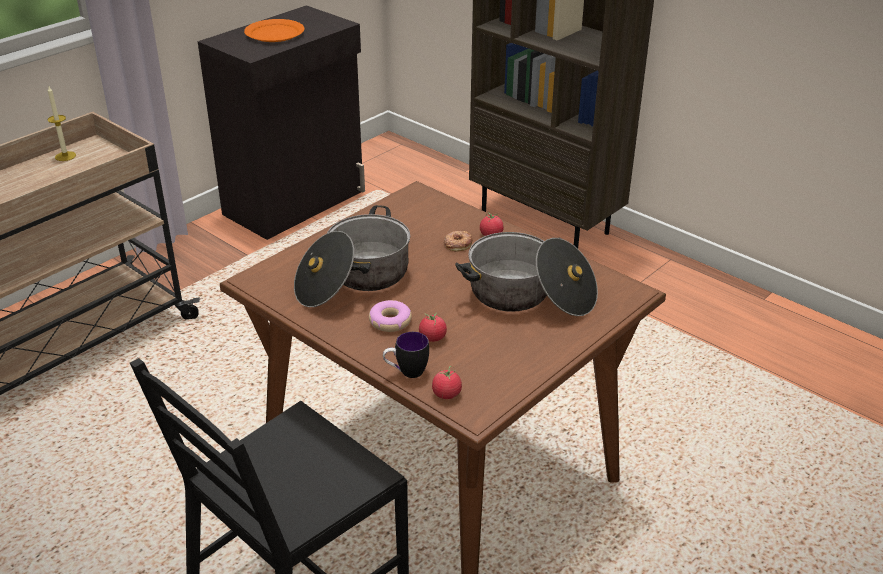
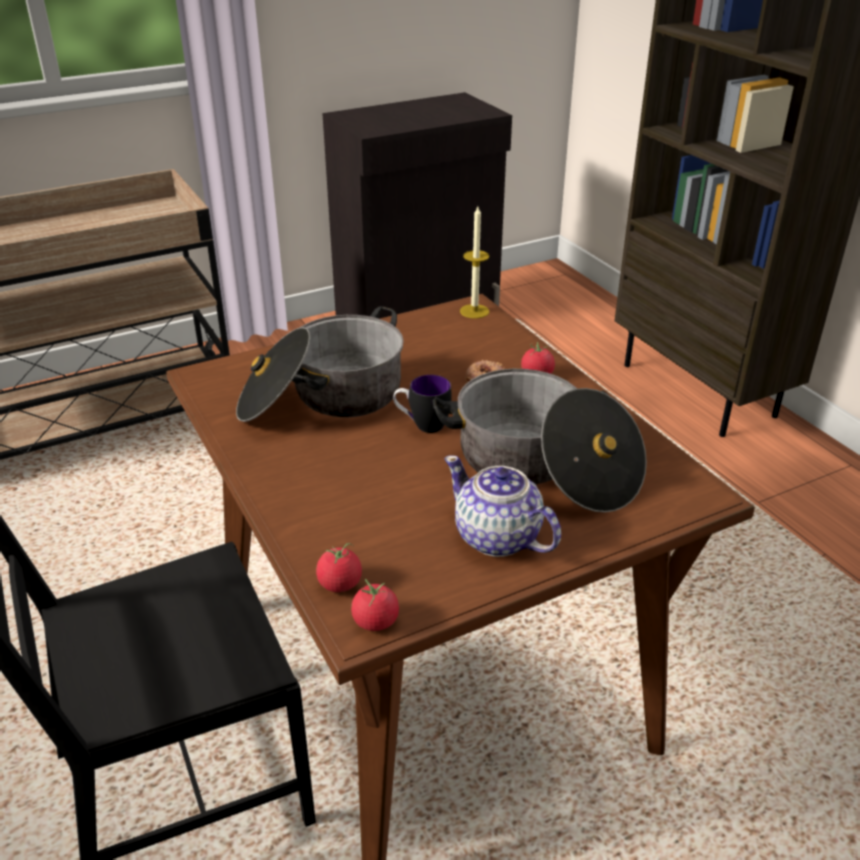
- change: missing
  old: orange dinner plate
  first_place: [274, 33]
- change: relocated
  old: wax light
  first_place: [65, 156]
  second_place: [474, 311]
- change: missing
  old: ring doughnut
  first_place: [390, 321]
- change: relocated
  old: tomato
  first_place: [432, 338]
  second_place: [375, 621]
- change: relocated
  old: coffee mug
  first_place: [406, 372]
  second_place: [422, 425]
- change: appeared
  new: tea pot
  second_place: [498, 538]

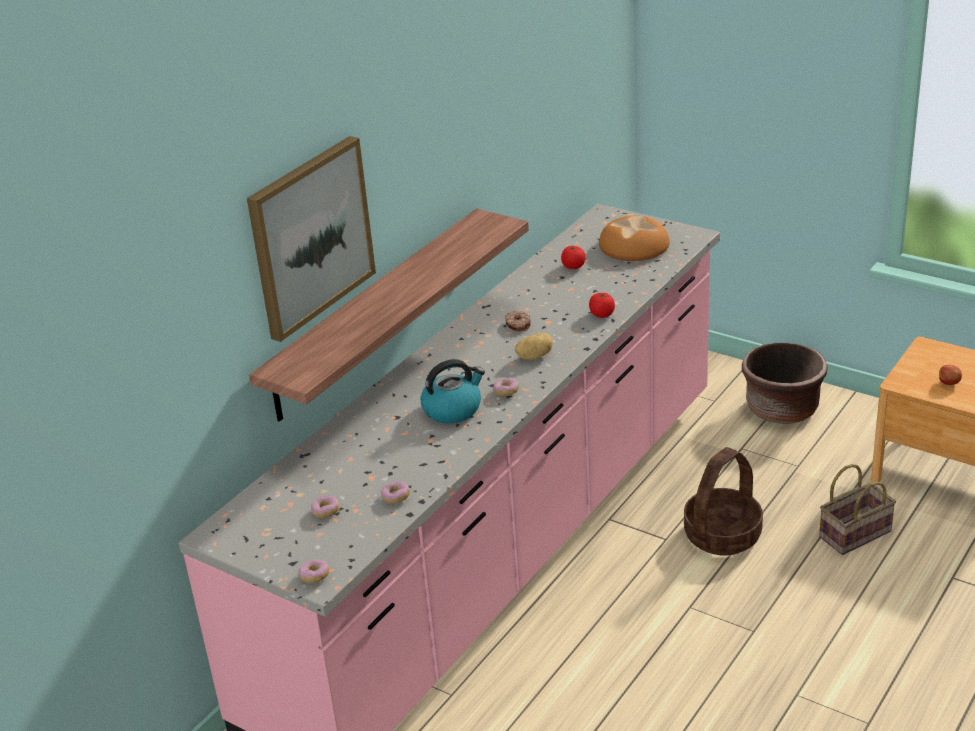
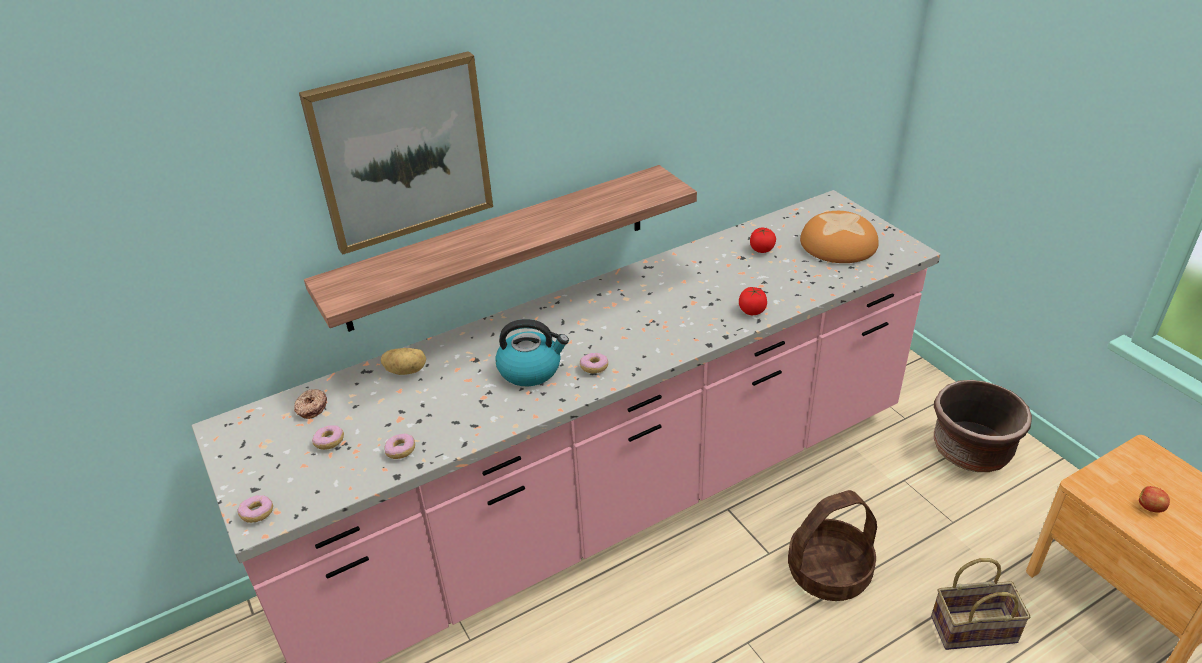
- change: relocated
  old: ring doughnut
  first_place: [518, 325]
  second_place: [311, 408]
- change: relocated
  old: potato
  first_place: [534, 356]
  second_place: [406, 370]

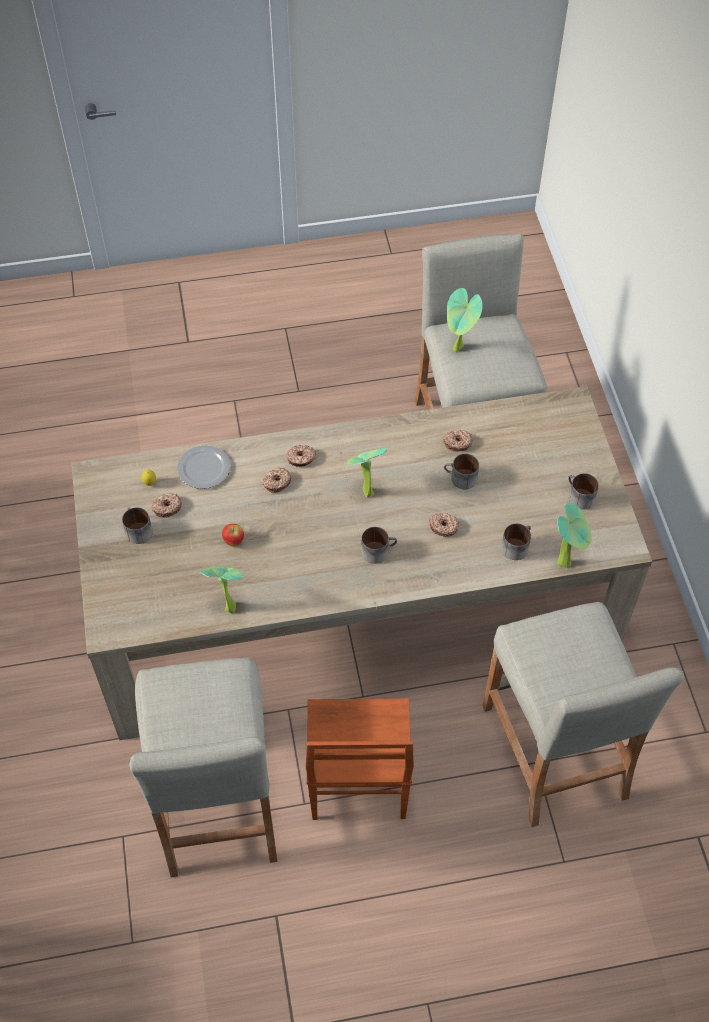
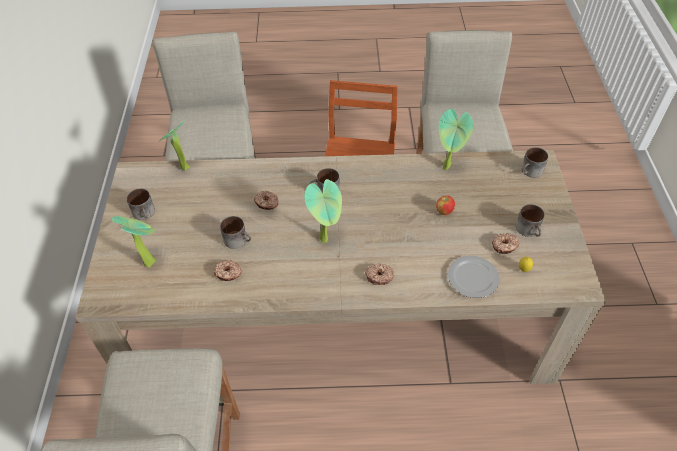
- change: relocated
  old: houseplant
  first_place: [458, 349]
  second_place: [150, 260]
- change: missing
  old: ring doughnut
  first_place: [277, 482]
- change: relocated
  old: coffee mug
  first_place: [516, 546]
  second_place: [530, 172]

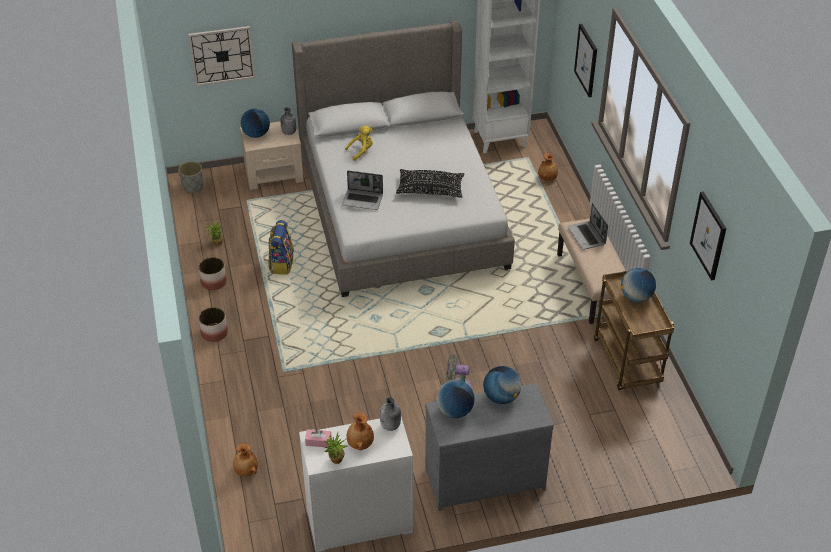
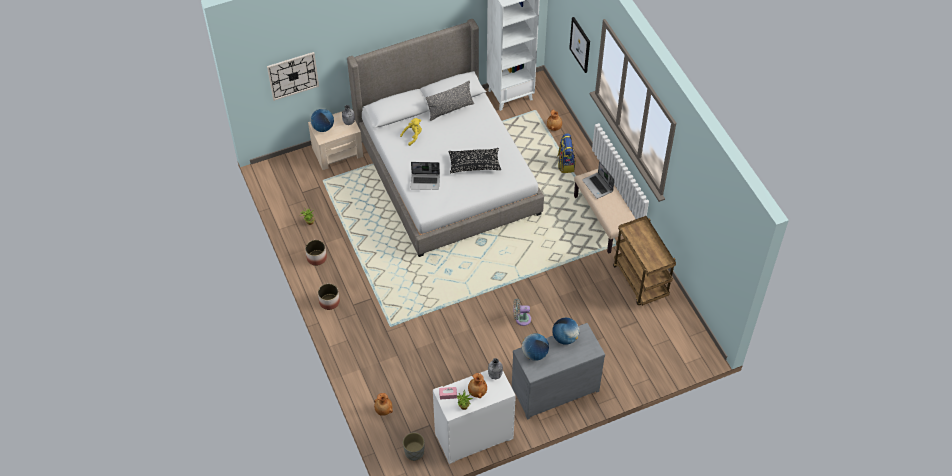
- change: relocated
  old: gray planter
  first_place: [192, 187]
  second_place: [414, 452]
- change: missing
  old: picture
  first_place: [709, 235]
- change: relocated
  old: knapsack
  first_place: [281, 263]
  second_place: [565, 164]
- change: missing
  old: globe
  first_place: [636, 297]
- change: appeared
  new: gray pillow
  second_place: [450, 109]

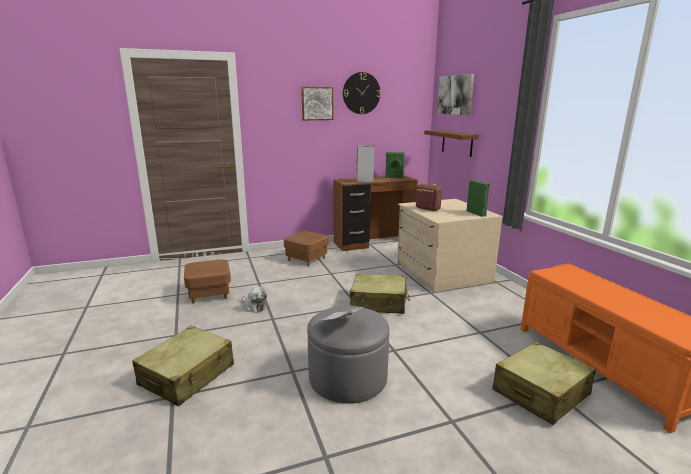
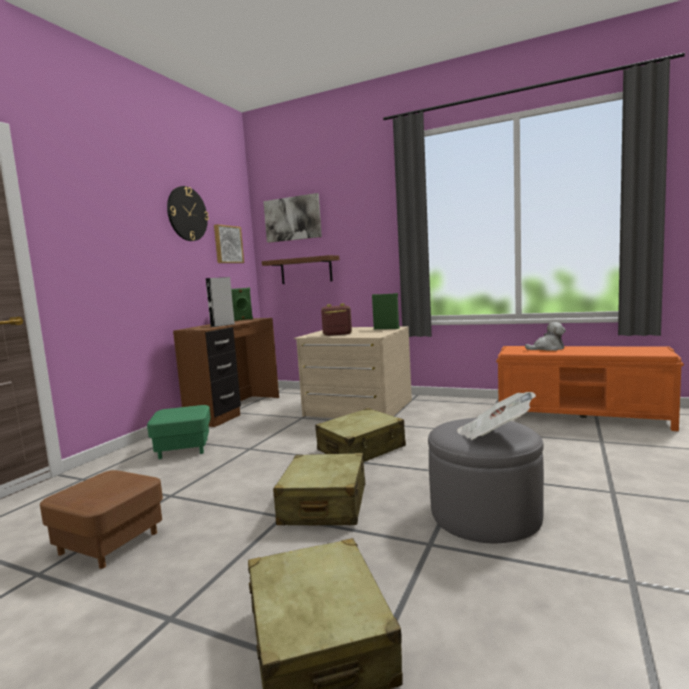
- change: relocated
  old: picture
  first_place: [317, 103]
  second_place: [227, 244]
- change: colour
  old: brownish footrest
  new: greenish footrest
  first_place: [306, 259]
  second_place: [183, 448]
- change: relocated
  old: soft toy
  first_place: [254, 307]
  second_place: [547, 349]
- change: relocated
  old: sand-coloured piece of luggage
  first_place: [540, 393]
  second_place: [324, 505]

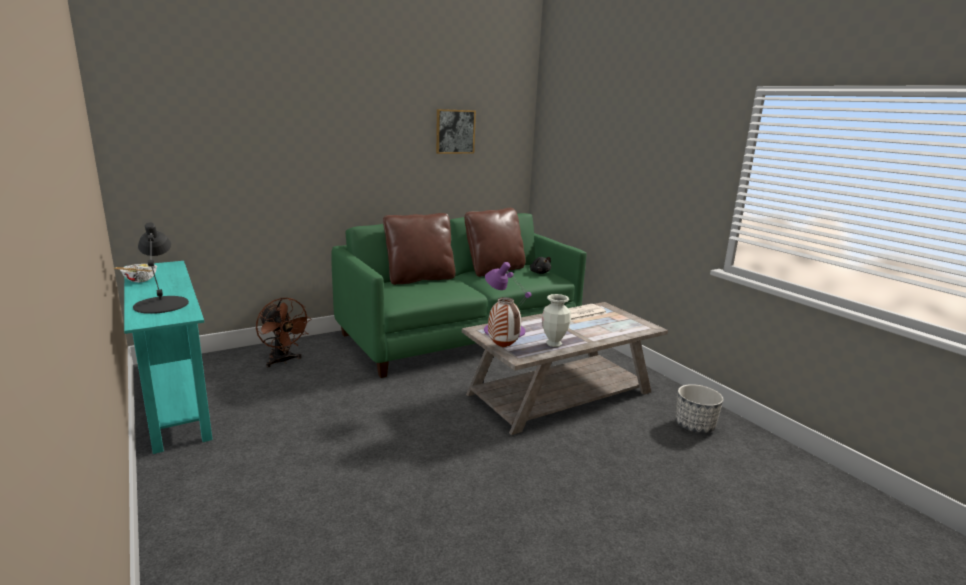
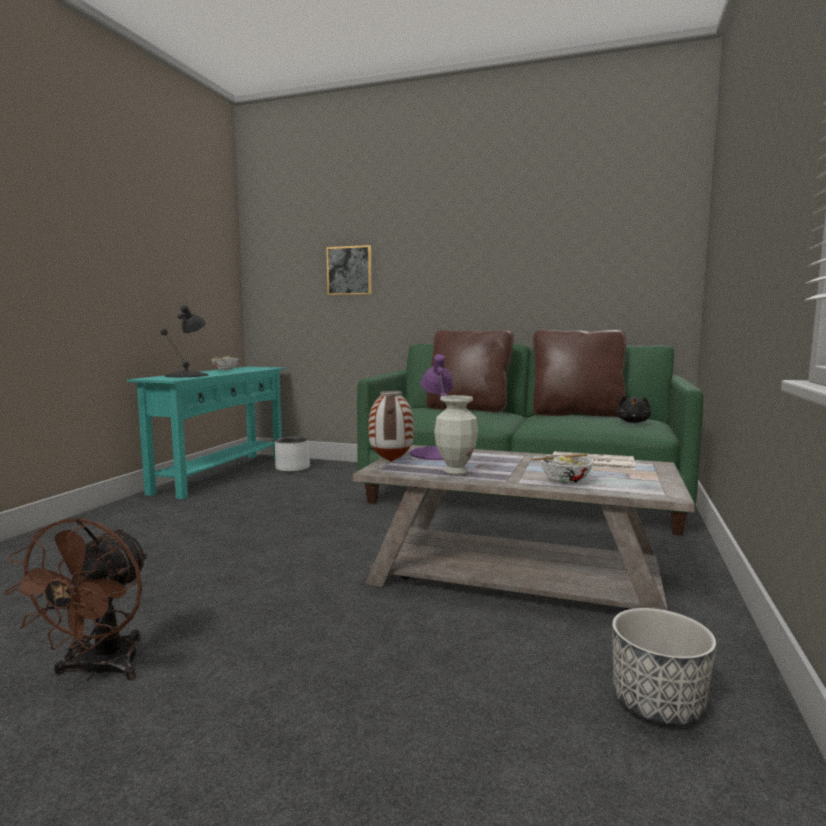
- change: relocated
  old: picture
  first_place: [455, 131]
  second_place: [349, 270]
- change: relocated
  old: brownish cooling fan
  first_place: [283, 361]
  second_place: [99, 671]
- change: appeared
  new: gray planter
  second_place: [293, 468]
- change: appeared
  new: serving bowl
  second_place: [564, 481]

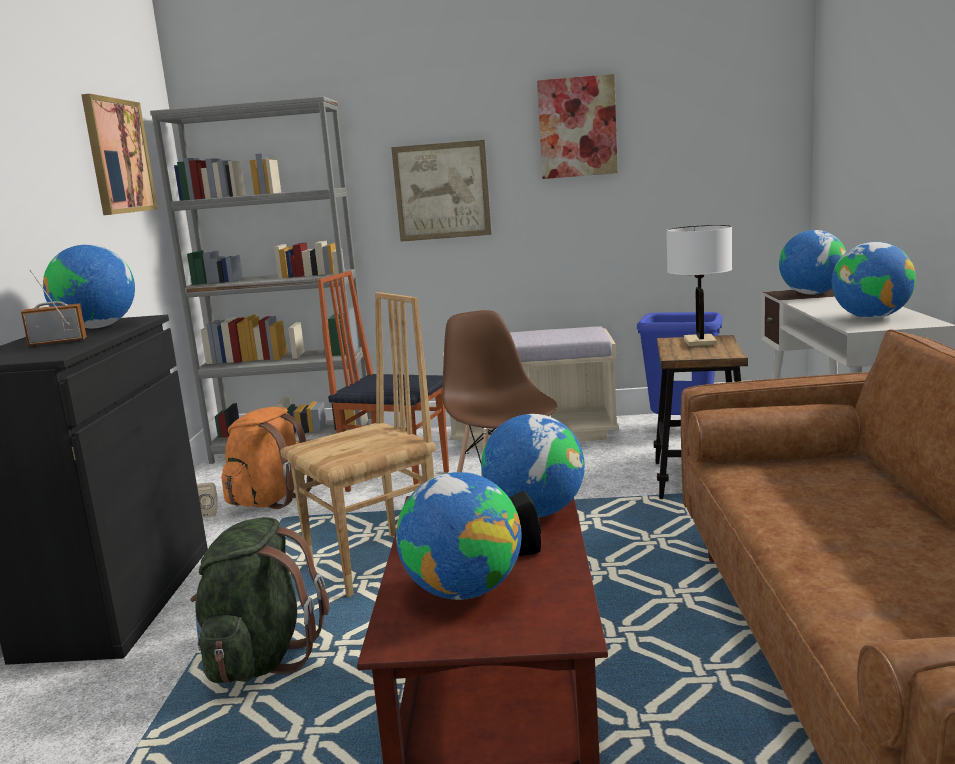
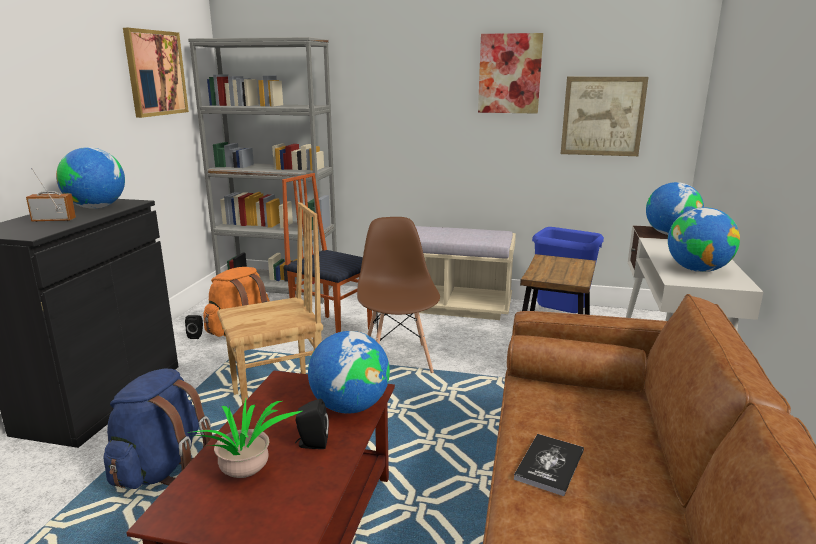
- change: relocated
  old: picture
  first_place: [442, 191]
  second_place: [602, 116]
- change: missing
  old: white table lamp
  first_place: [699, 341]
- change: exchanged
  old: globe
  new: houseplant
  first_place: [463, 591]
  second_place: [246, 475]
- change: colour
  old: sand-coloured audio speaker
  new: black audio speaker
  first_place: [210, 513]
  second_place: [196, 335]
- change: colour
  old: greenish knapsack
  new: blue-coloured knapsack
  first_place: [260, 658]
  second_place: [161, 468]
- change: appeared
  new: book
  second_place: [549, 465]

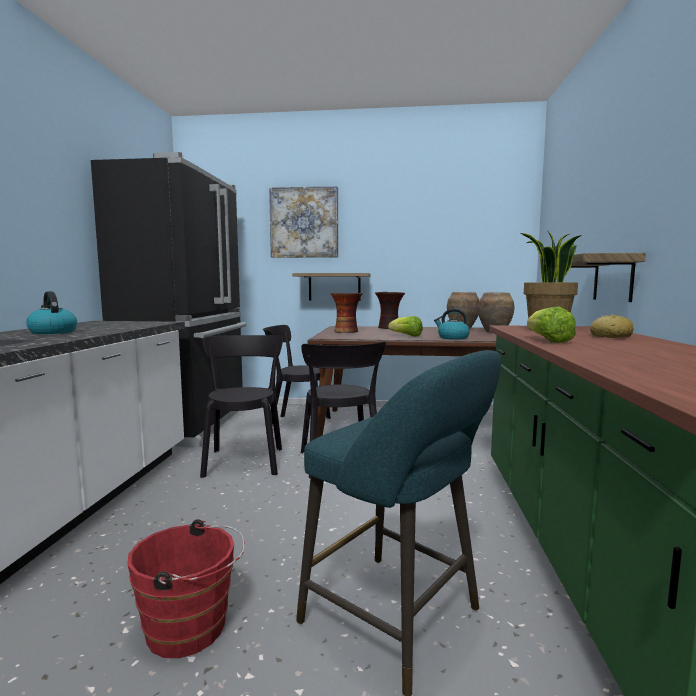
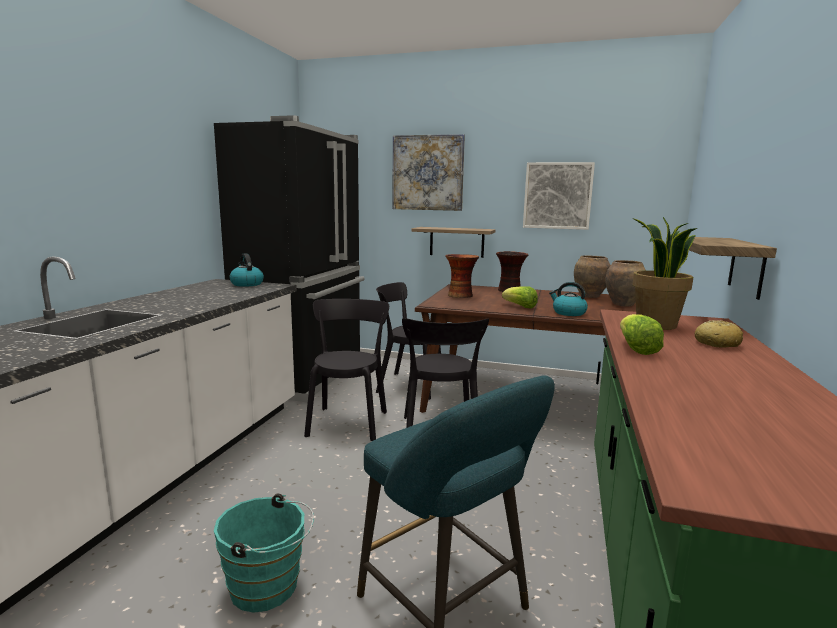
- change: relocated
  old: kettle
  first_place: [52, 332]
  second_place: [246, 284]
- change: colour
  old: red water bucket
  new: turquoise water bucket
  first_place: [193, 629]
  second_place: [269, 588]
- change: appeared
  new: picture
  second_place: [557, 196]

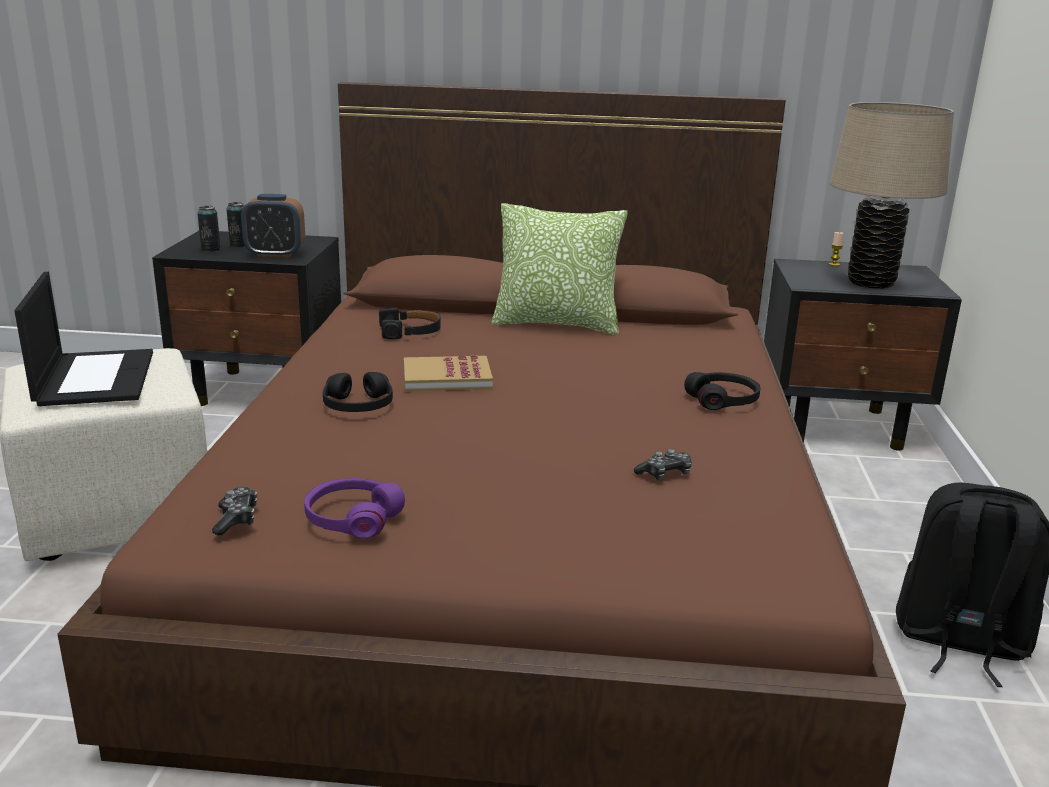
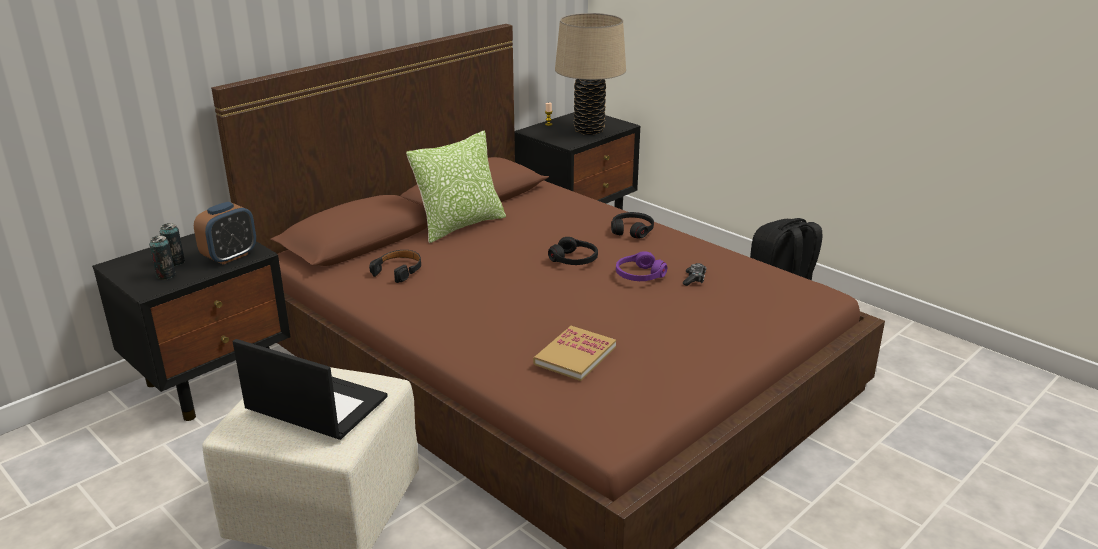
- change: relocated
  old: book
  first_place: [447, 378]
  second_place: [575, 356]
- change: relocated
  old: black headphones
  first_place: [358, 406]
  second_place: [574, 260]
- change: relocated
  old: purple-coloured headphones
  first_place: [352, 519]
  second_place: [639, 275]
- change: missing
  old: joypad
  first_place: [236, 519]

